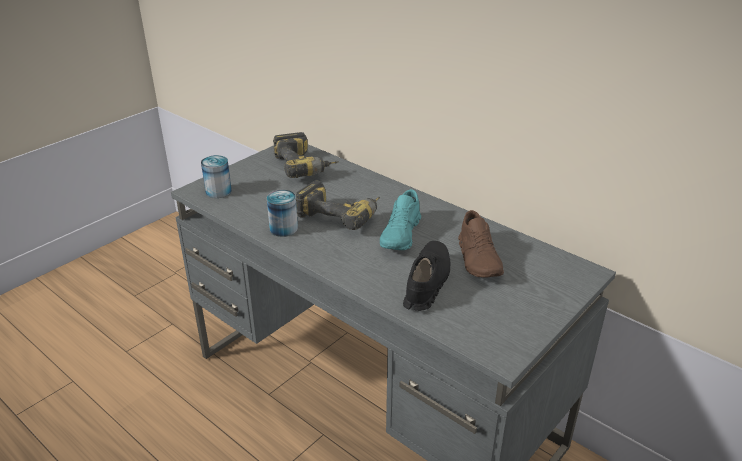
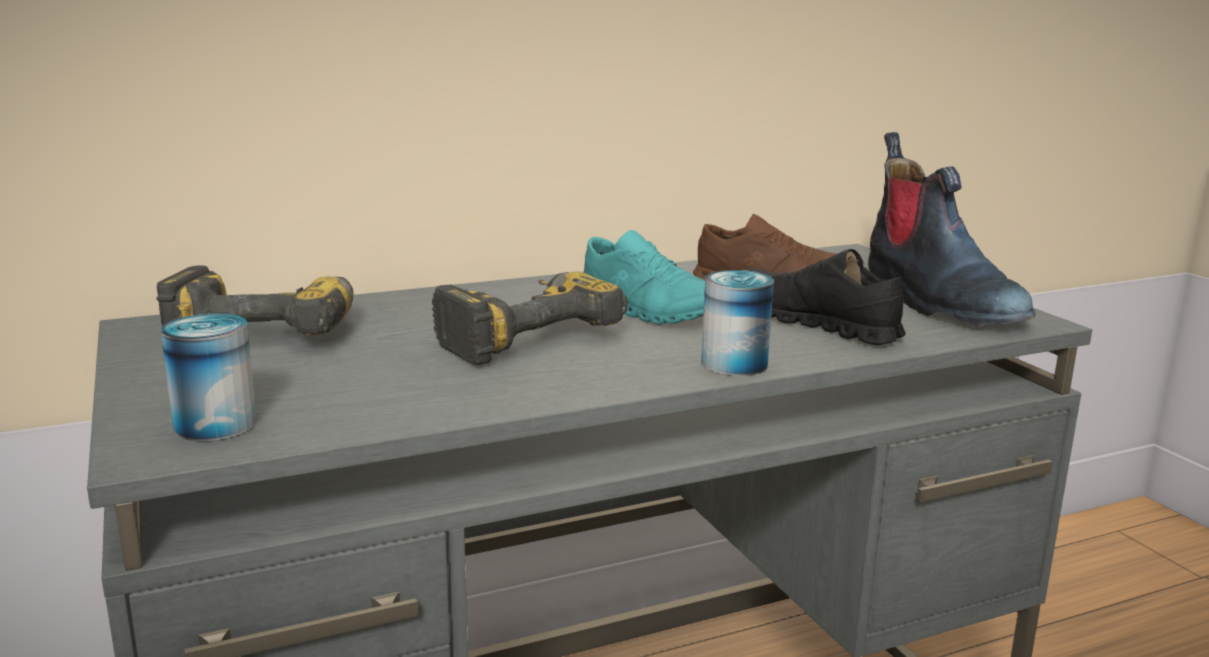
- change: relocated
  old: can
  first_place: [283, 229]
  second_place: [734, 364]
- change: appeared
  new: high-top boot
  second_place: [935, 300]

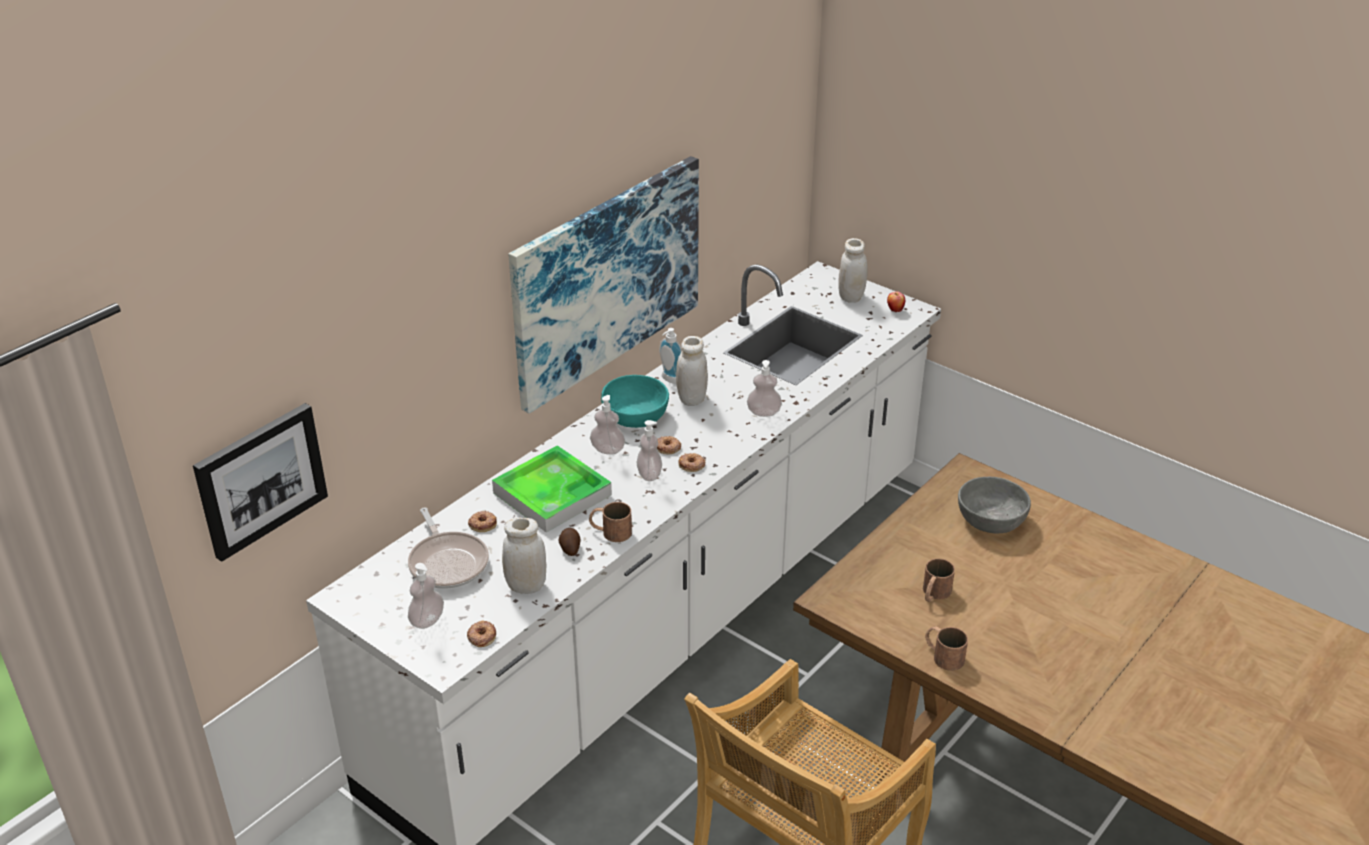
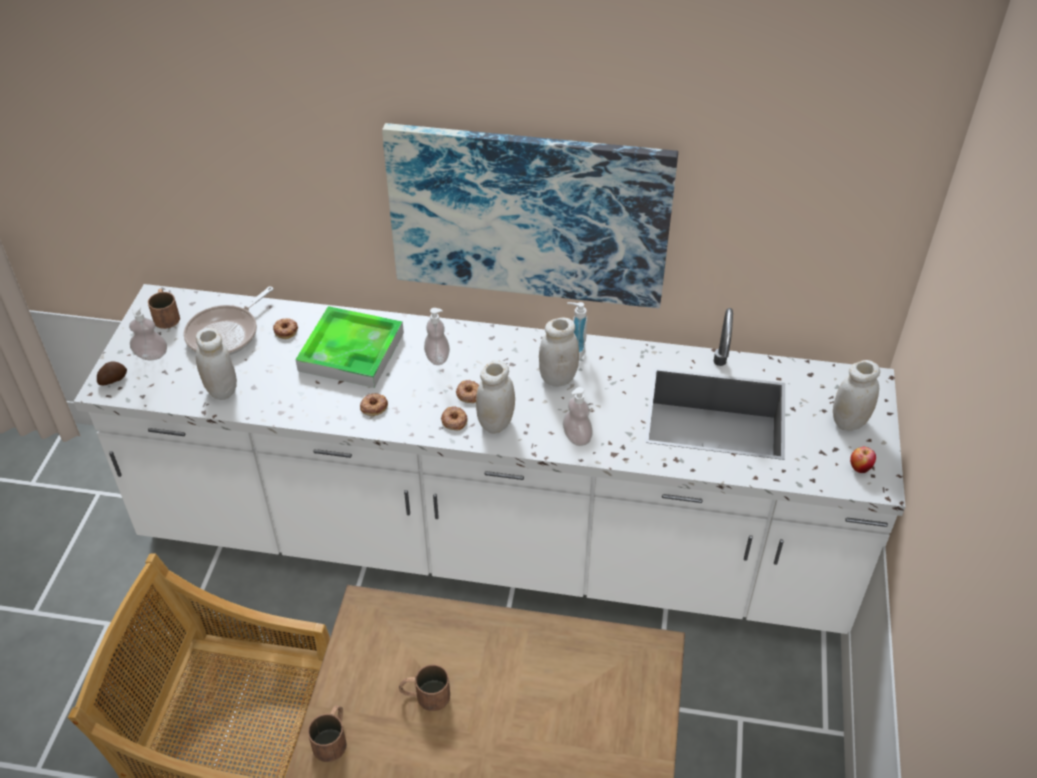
- change: missing
  old: turquoise serving bowl
  first_place: [635, 416]
- change: missing
  old: picture
  first_place: [260, 479]
- change: missing
  old: liquid soap bottle
  first_place: [649, 474]
- change: missing
  old: gray serving bowl
  first_place: [990, 519]
- change: relocated
  old: brownish coffee mug
  first_place: [610, 531]
  second_place: [166, 315]
- change: relocated
  old: potato
  first_place: [570, 548]
  second_place: [113, 379]
- change: relocated
  old: ring doughnut
  first_place: [481, 636]
  second_place: [373, 406]
- change: appeared
  new: white storage jar
  second_place: [496, 423]

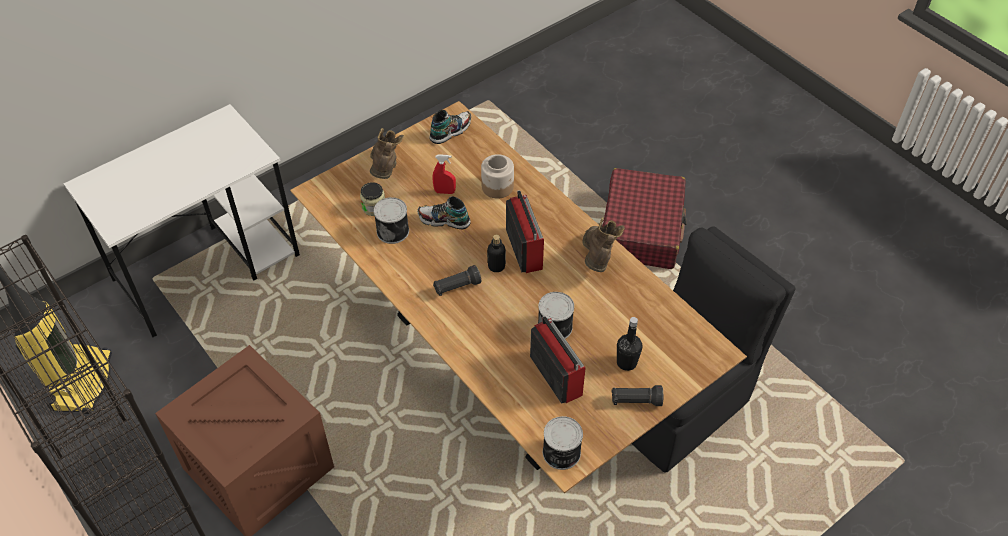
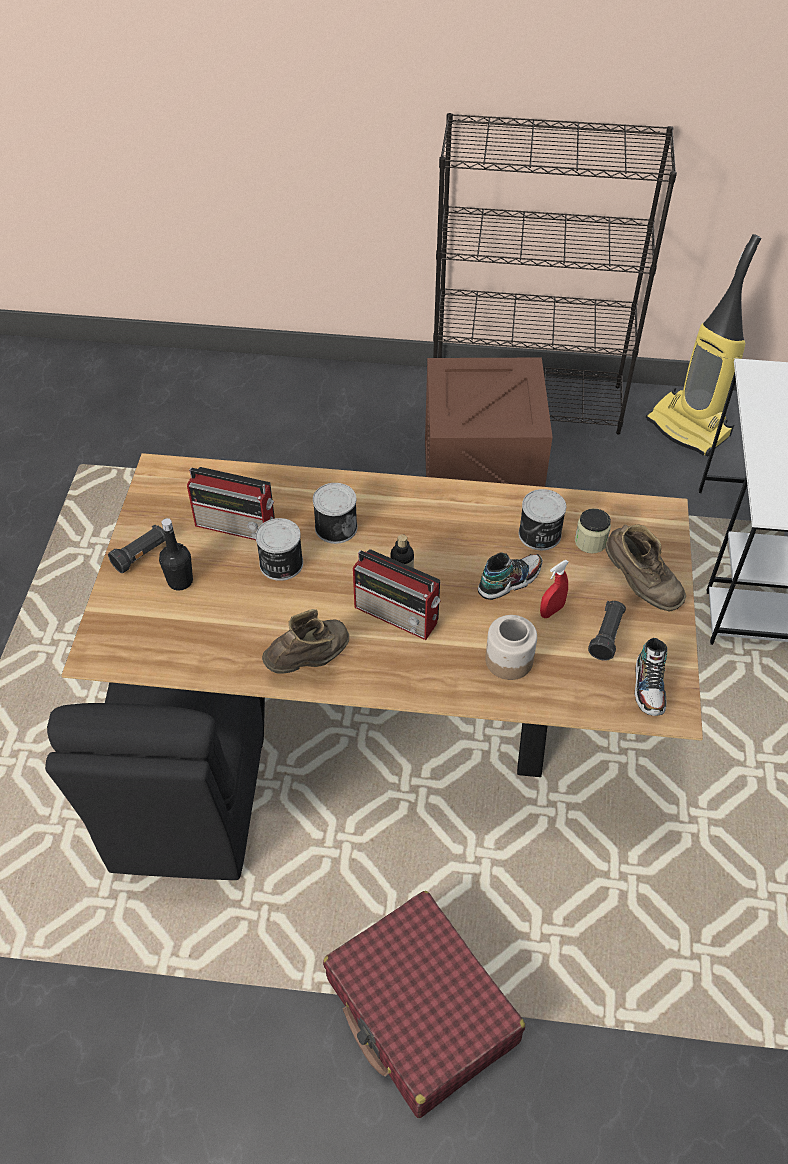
- change: spun
  old: brownish high-top boot
  first_place: [597, 259]
  second_place: [310, 661]
  degrees: -90
- change: relocated
  old: black hand torch
  first_place: [457, 287]
  second_place: [607, 636]
- change: relocated
  old: can
  first_place: [561, 453]
  second_place: [335, 526]

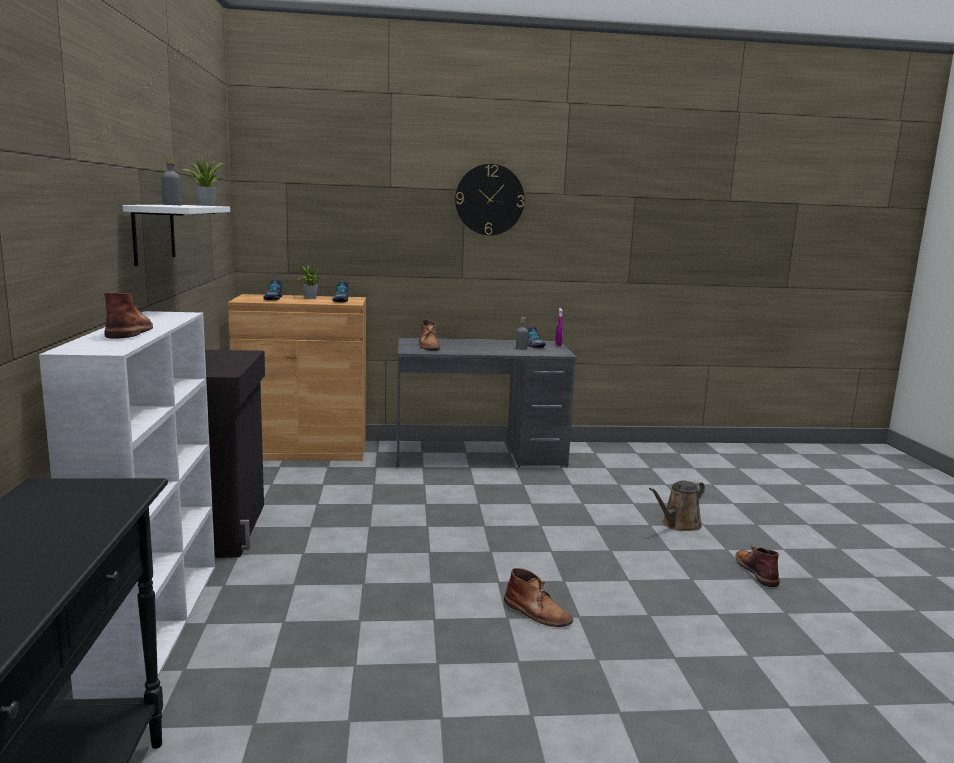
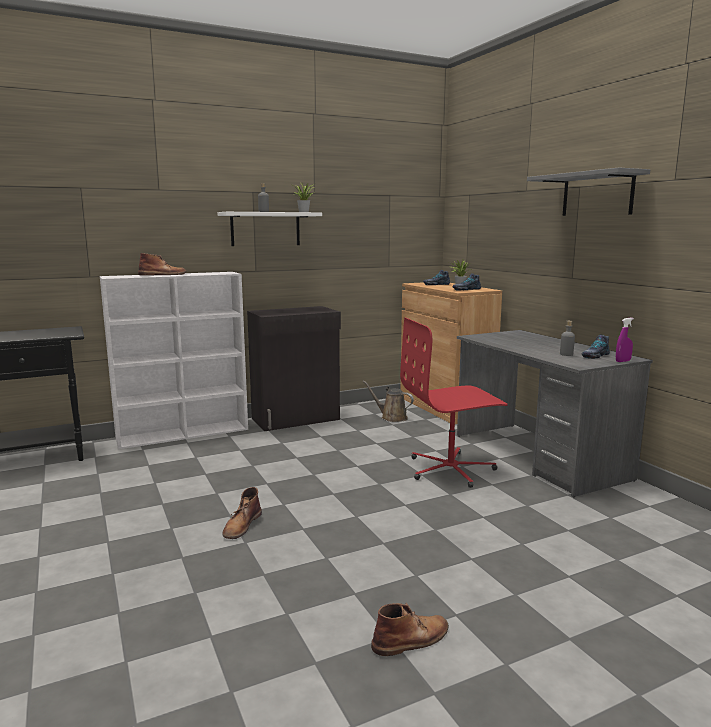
- change: exchanged
  old: clock on the wall
  new: gray bracket shelf
  first_place: [489, 199]
  second_place: [597, 194]
- change: missing
  old: brownish high-top boot
  first_place: [429, 346]
- change: relocated
  old: brownish watering can
  first_place: [678, 525]
  second_place: [391, 417]
- change: appeared
  new: red desk chair
  second_place: [451, 469]

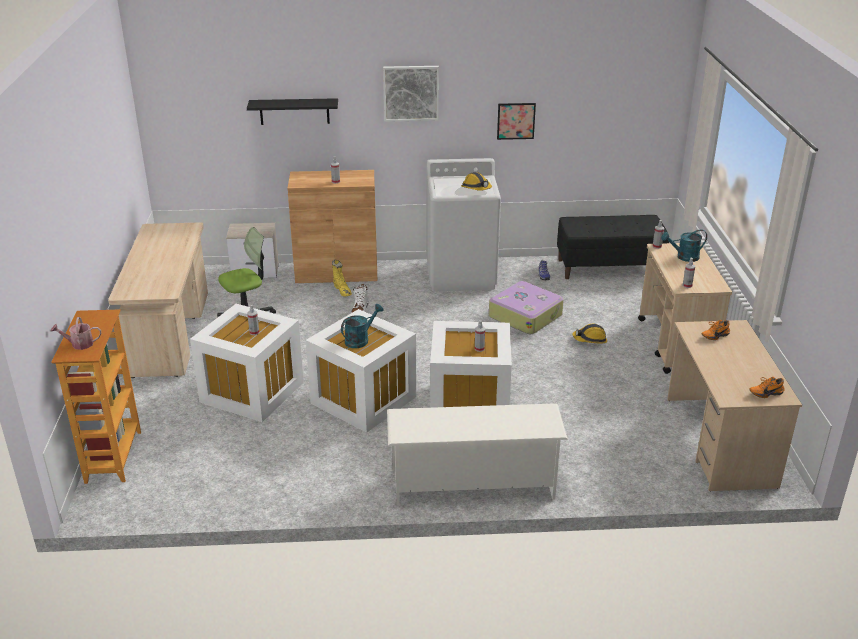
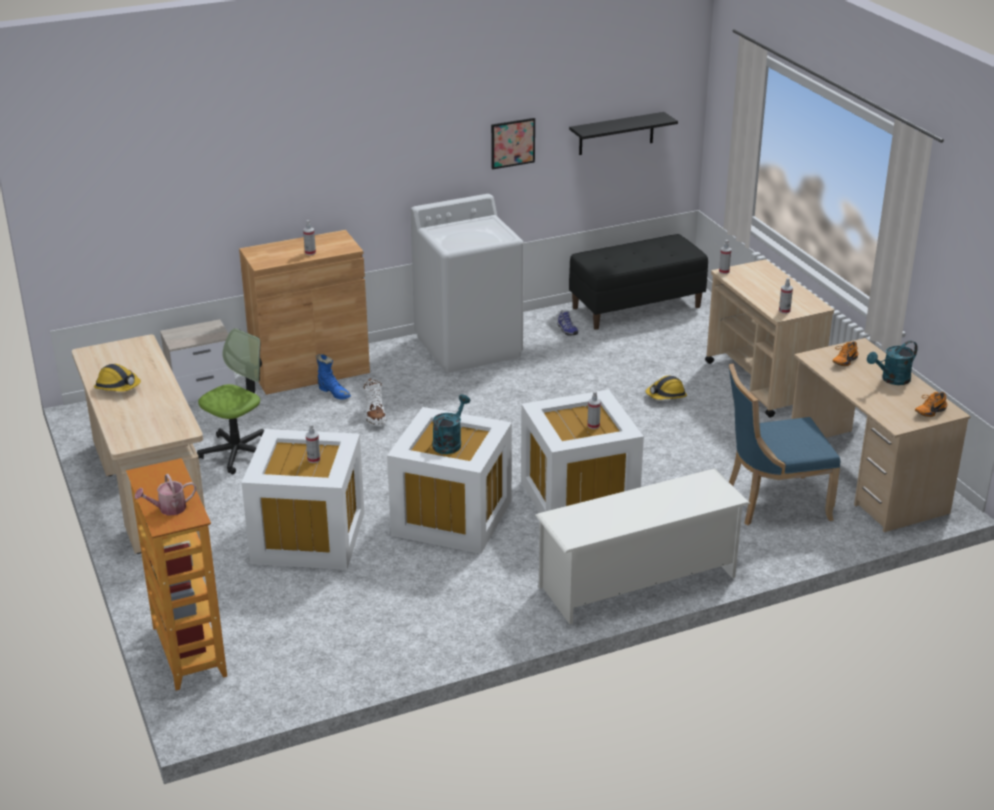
- change: missing
  old: picture
  first_place: [411, 93]
- change: relocated
  old: black bracket shelf
  first_place: [294, 111]
  second_place: [616, 133]
- change: relocated
  old: safety helmet
  first_place: [476, 188]
  second_place: [118, 387]
- change: relocated
  old: turquoise watering can
  first_place: [684, 257]
  second_place: [891, 379]
- change: colour
  old: yellow high-top boot
  new: blue-coloured high-top boot
  first_place: [342, 290]
  second_place: [334, 393]
- change: missing
  old: piece of luggage
  first_place: [525, 315]
- change: appeared
  new: blue-coloured chair
  second_place: [772, 503]

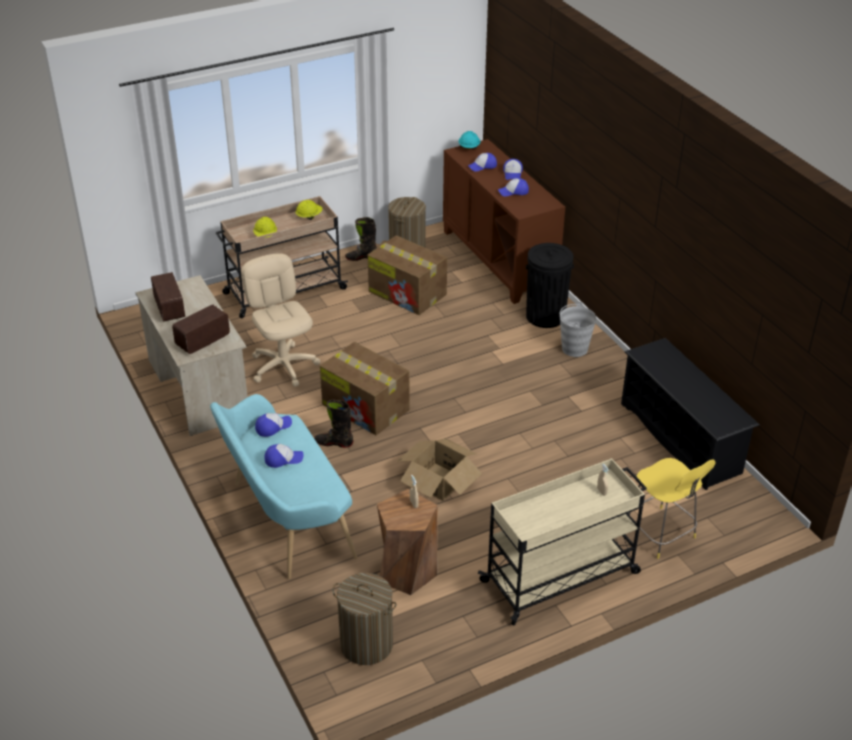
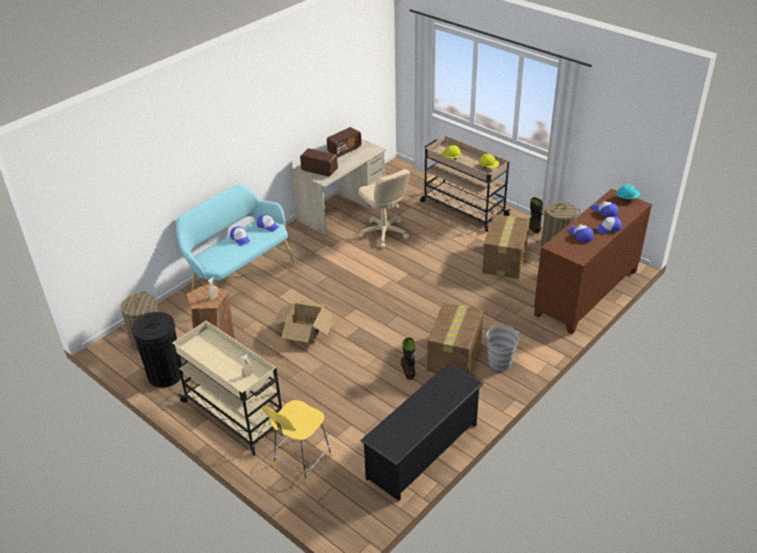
- change: relocated
  old: black waste bin
  first_place: [545, 316]
  second_place: [165, 374]
- change: spun
  old: sand-coloured desk chair
  first_place: [284, 366]
  second_place: [384, 233]
  degrees: 105
- change: relocated
  old: cardboard box
  first_place: [366, 407]
  second_place: [454, 356]
- change: relocated
  old: black high-top boot
  first_place: [334, 443]
  second_place: [408, 370]

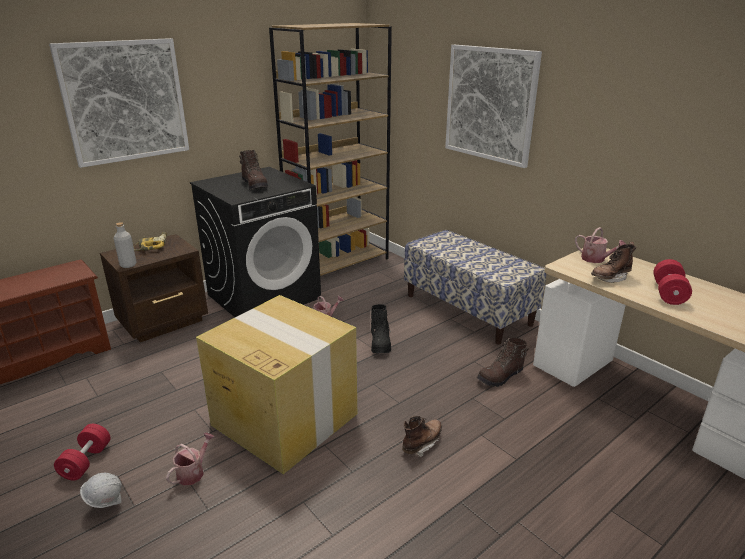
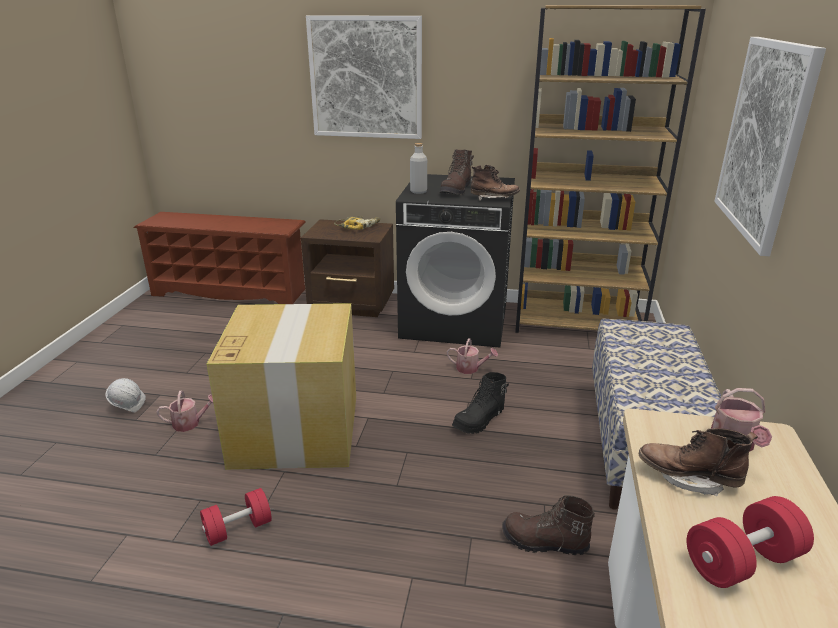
- change: relocated
  old: gray beverage bottle
  first_place: [128, 265]
  second_place: [418, 191]
- change: relocated
  old: brownish high-top boot
  first_place: [422, 443]
  second_place: [494, 199]
- change: relocated
  old: red dumbbell
  first_place: [86, 461]
  second_place: [238, 529]

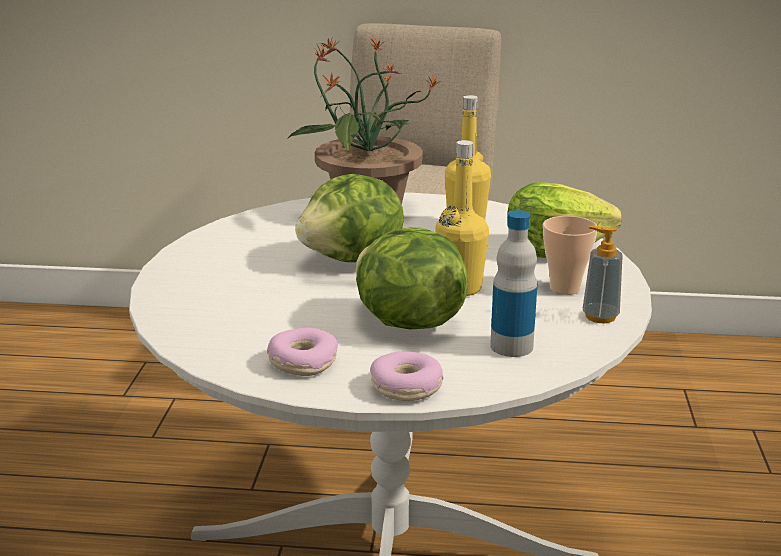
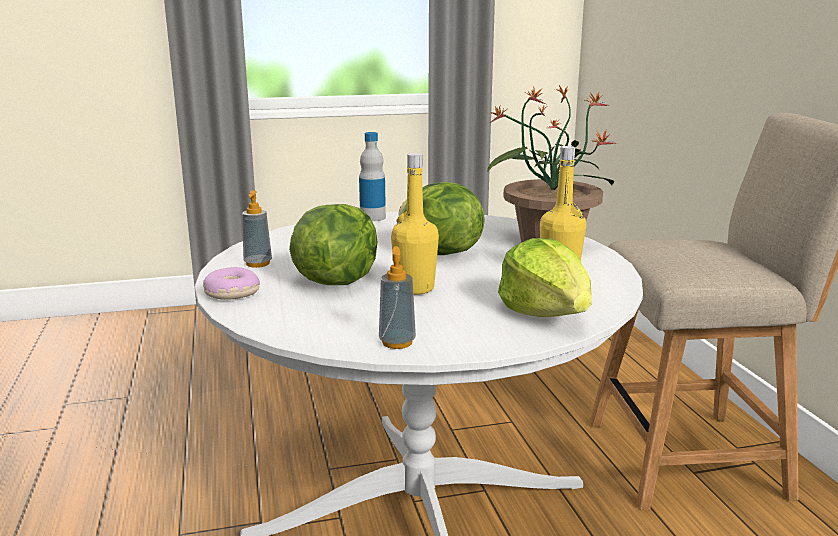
- change: relocated
  old: beverage bottle
  first_place: [511, 346]
  second_place: [372, 217]
- change: missing
  old: cup
  first_place: [565, 288]
- change: exchanged
  old: ring doughnut
  new: liquid soap bottle
  first_place: [302, 362]
  second_place: [258, 264]

